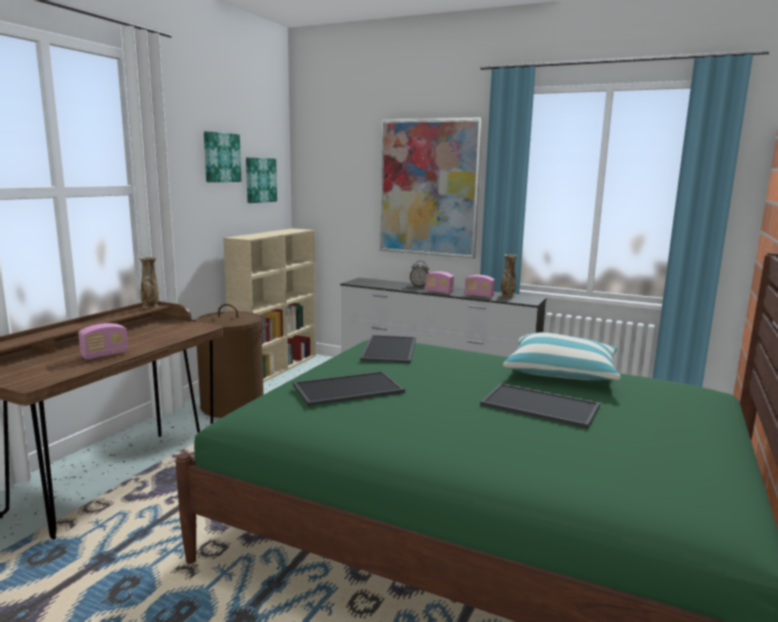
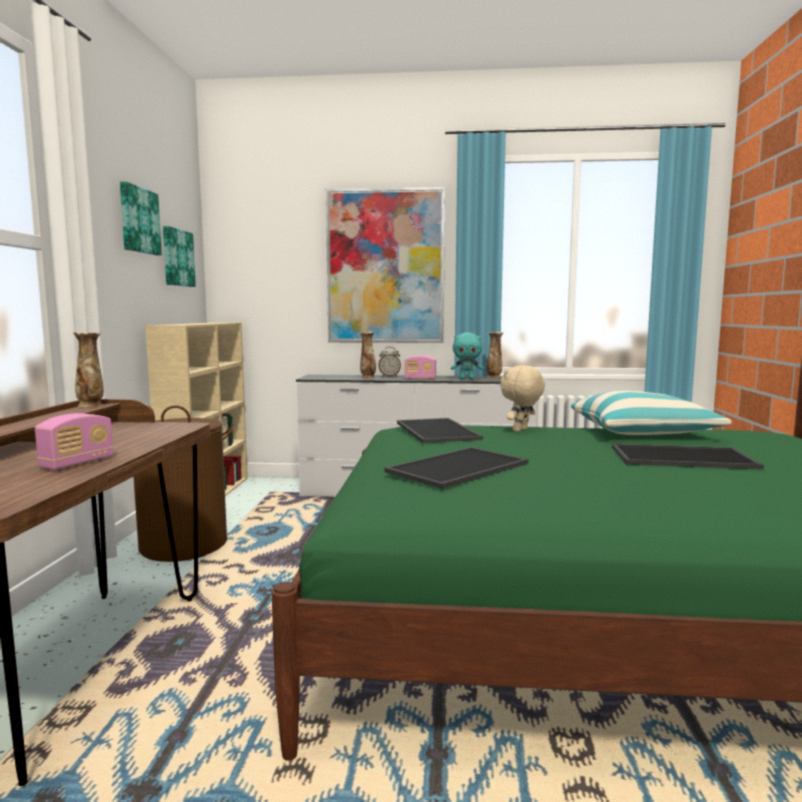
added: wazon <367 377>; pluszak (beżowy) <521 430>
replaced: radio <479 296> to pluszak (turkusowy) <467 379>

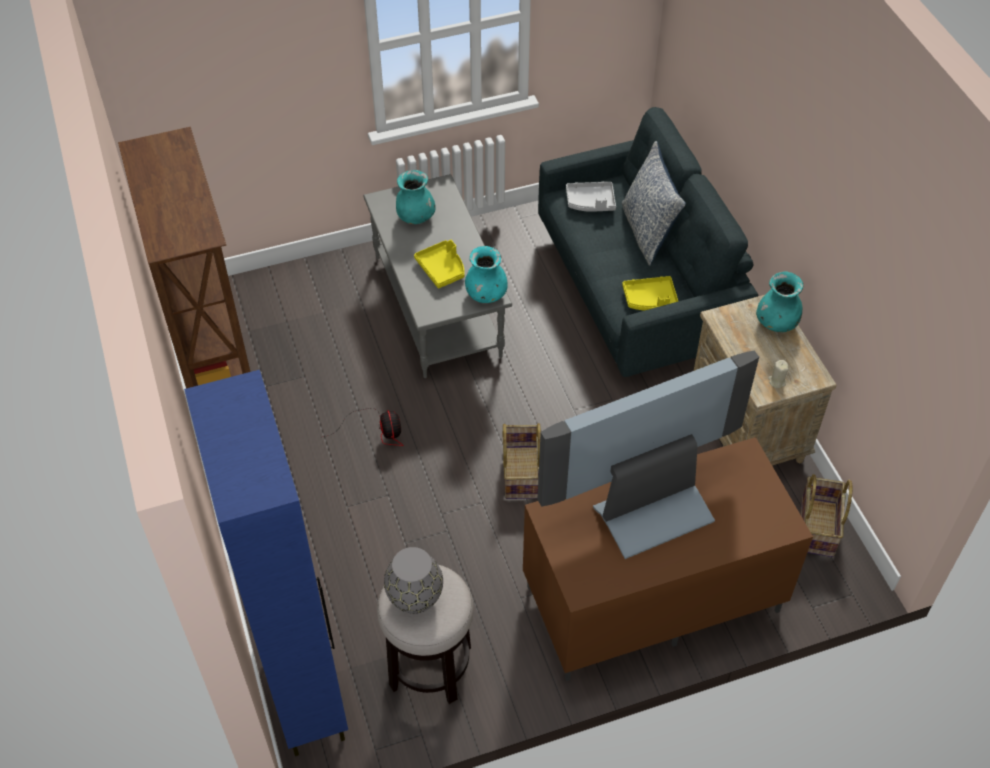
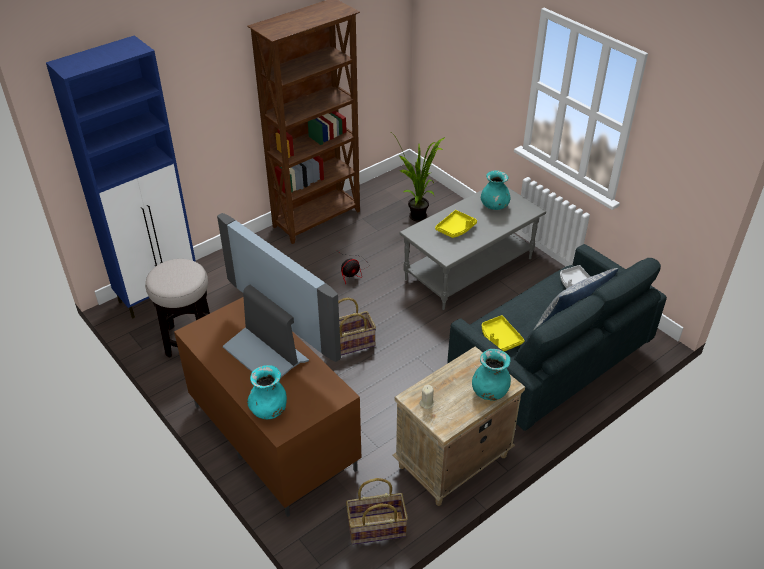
removed: wazon (szary) <414 598>
added: roślina doniczkowa <418 219>
moved: wazon (turkusowy) <486 294> to <269 410>

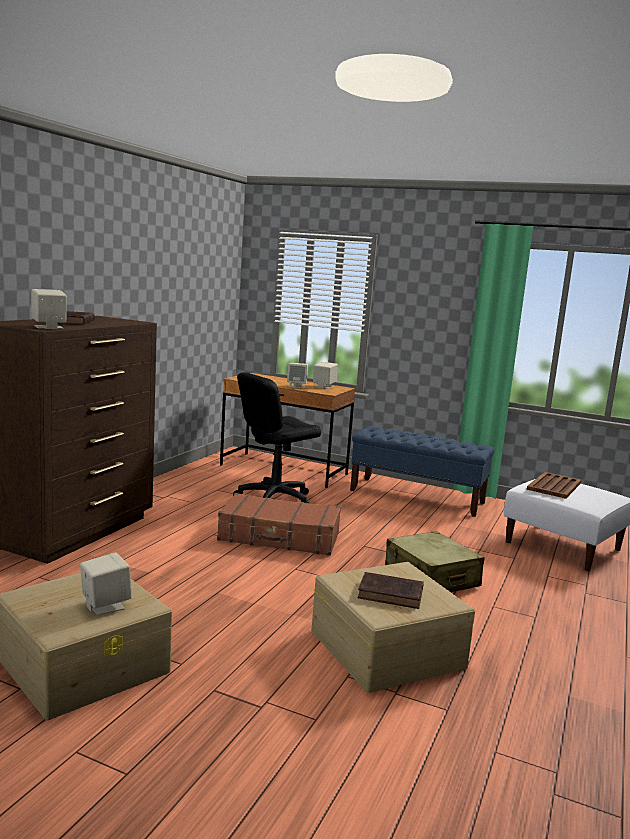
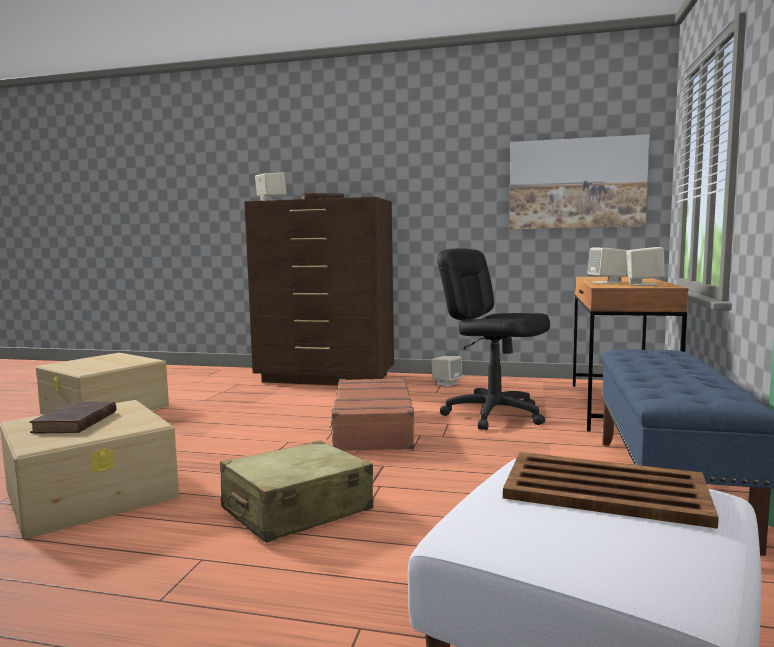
added: obraz <576 184>
moved: głośnik (beżowy) <105 605> to <446 383>

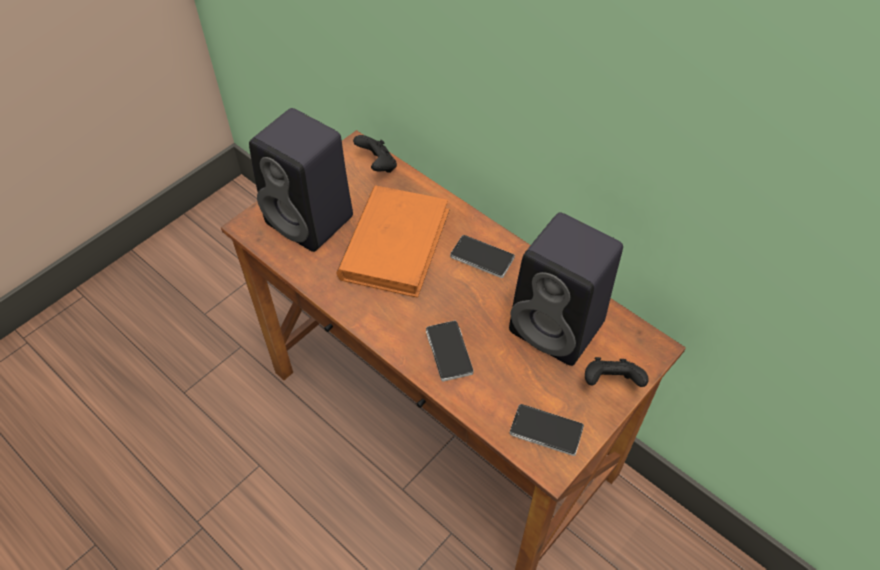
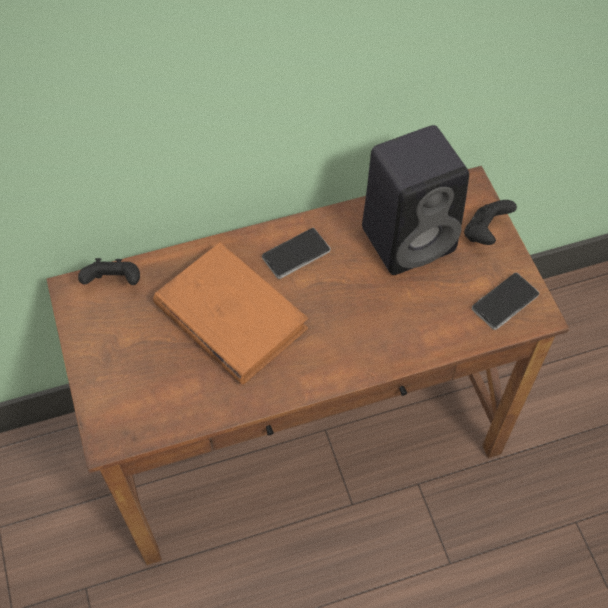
removed: głośnik (czarny) <312 221>; telefon <449 351>

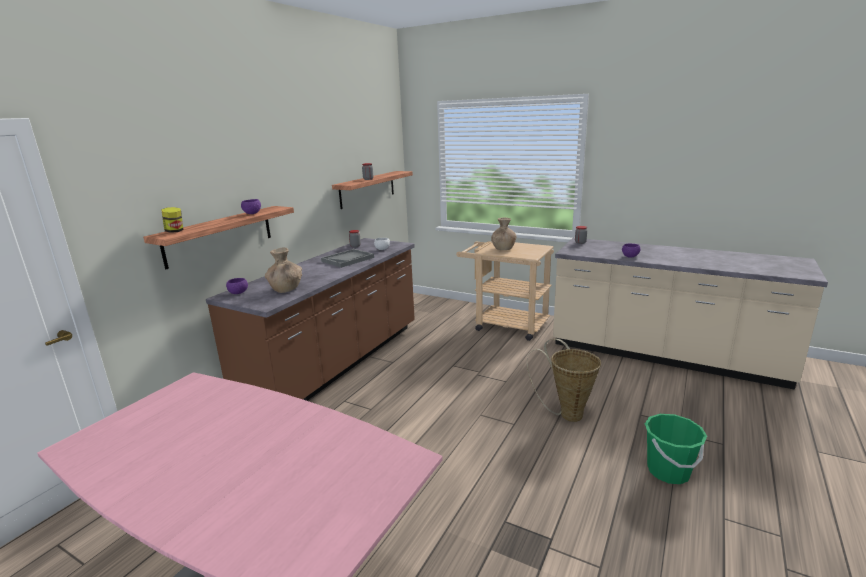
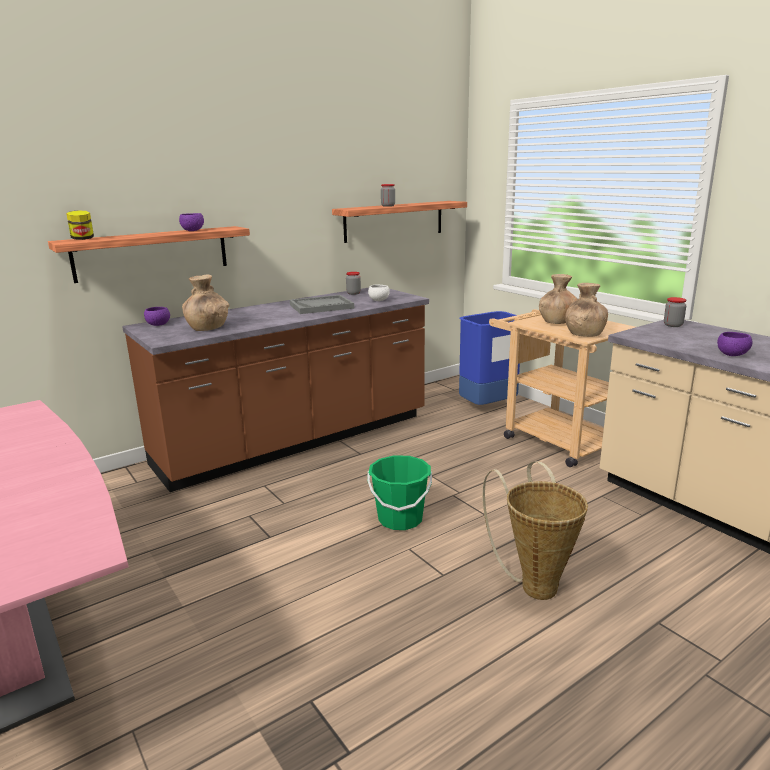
added: kosz na śmieci (niebieski) <488 406>; wazon (brązowy) <584 334>
moved: wiadro (zielony) <668 471> to <400 519>

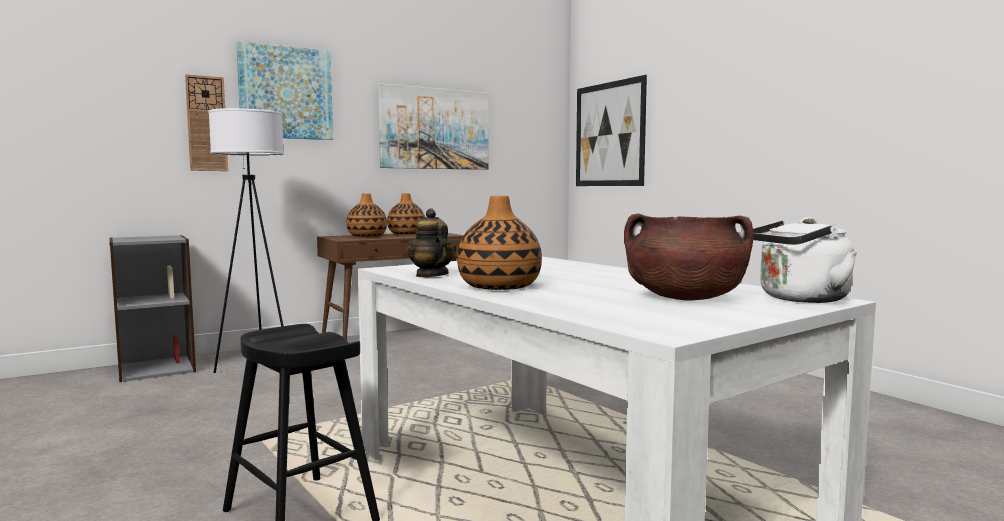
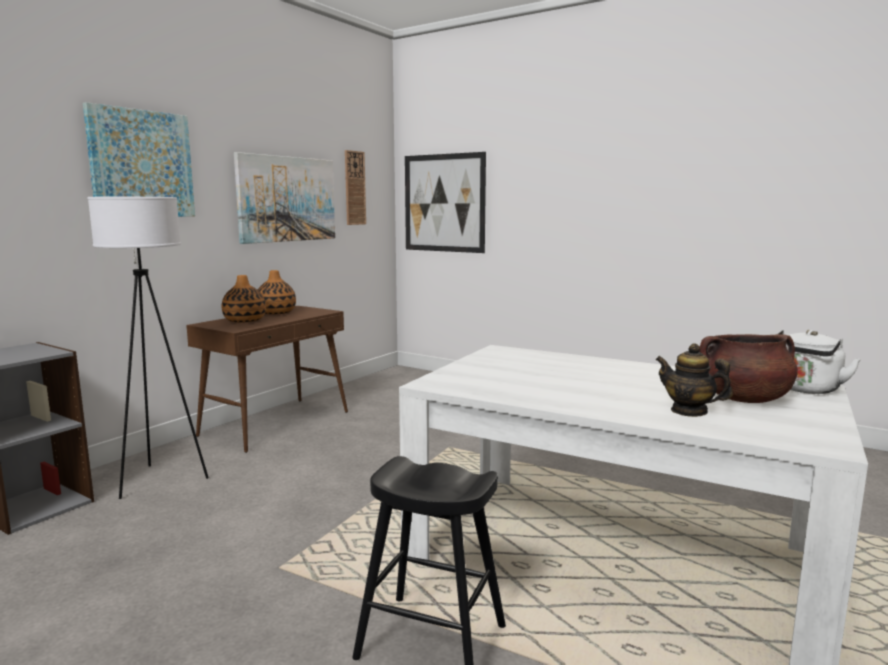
removed: wazon <499 287>
moved: zegar ścienny <206 124> to <354 188>; imbryk <431 275> to <689 411>

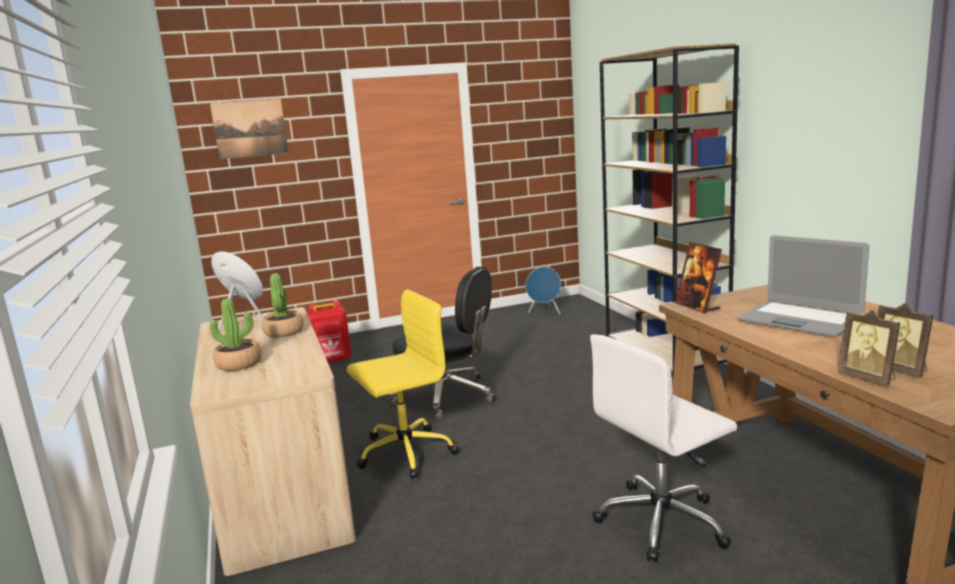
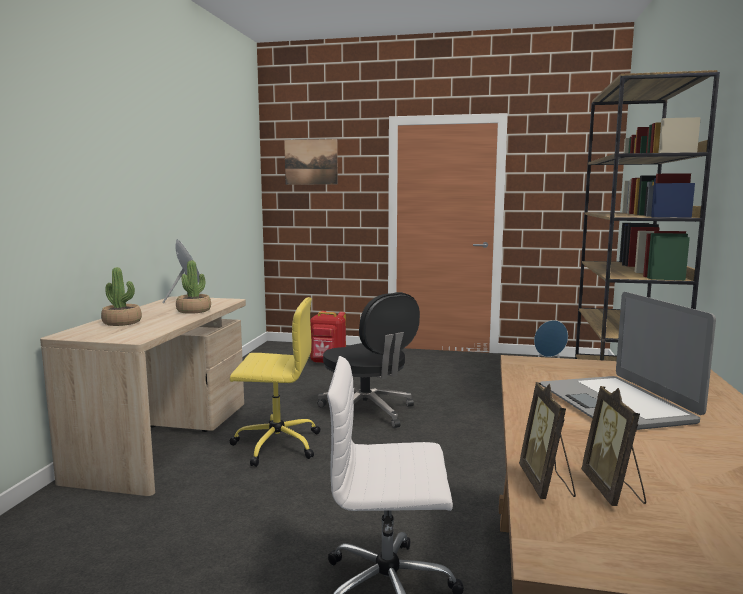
removed: ramka na zdjęcie <697 306>

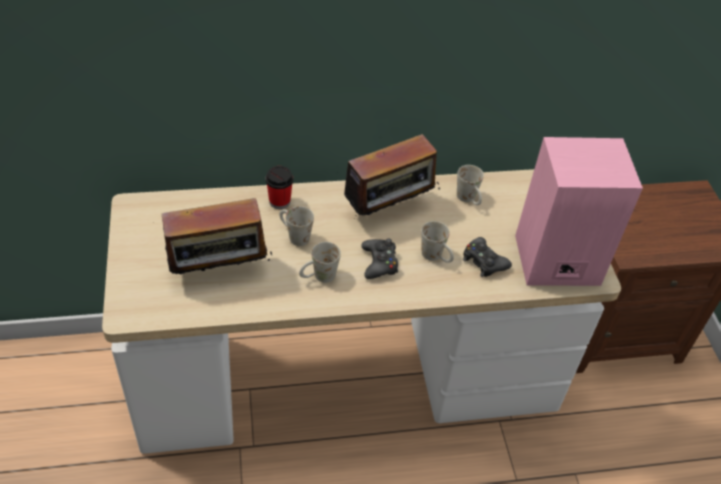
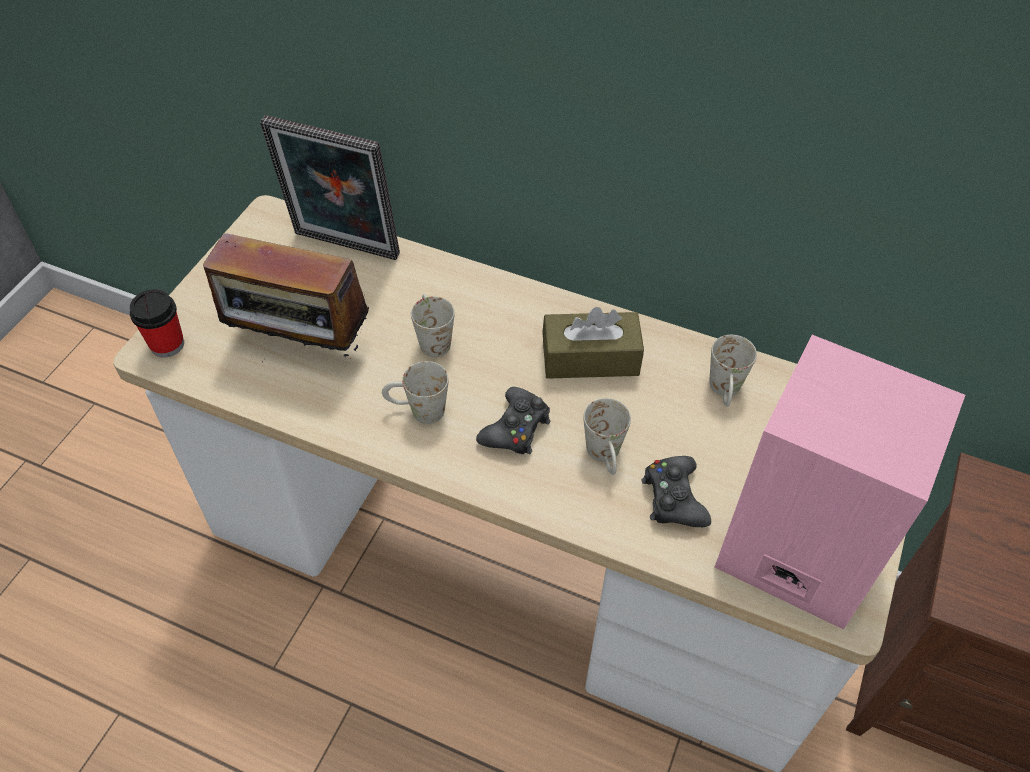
added: ramka na zdjęcie <344 248>
moved: filiżanka <279 201> to <167 344>
replaced: radio <389 210> to pudełko chusteczek (brązowy) <590 358>

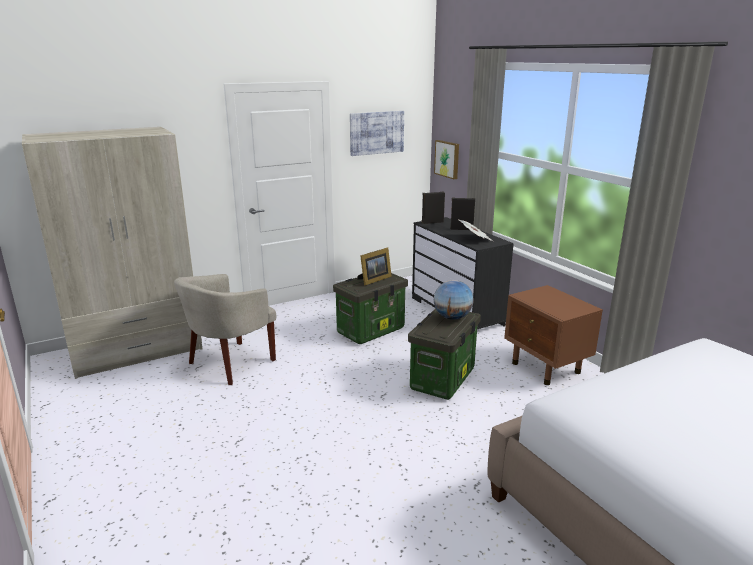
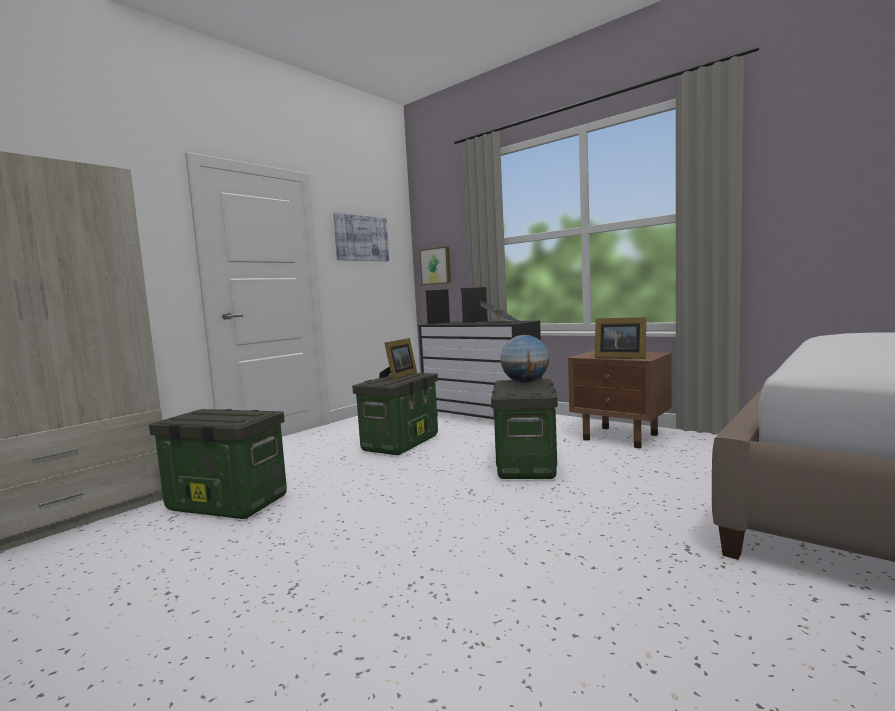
added: ramka na zdjęcie <619 357>
replaced: fotel (beżowy) <230 363> to pojemnik do przechowywania <225 504>

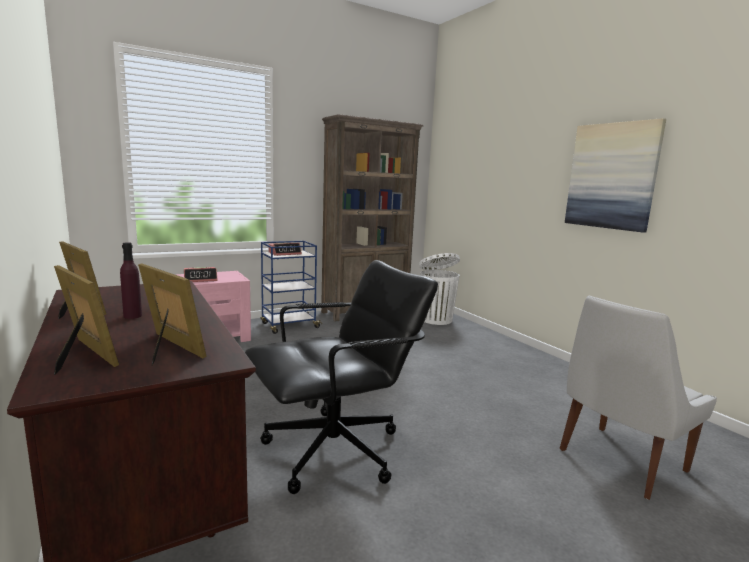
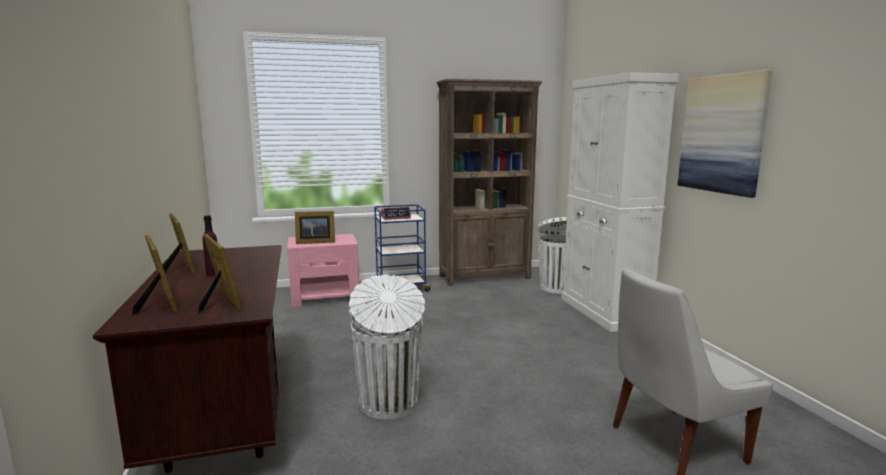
added: szafka (biały) <604 312>
replaced: budzik <200 279> to ramka na zdjęcie <314 242>; krzesło biurowe (czarny) <335 451> to kosz na śmieci (biały) <389 404>

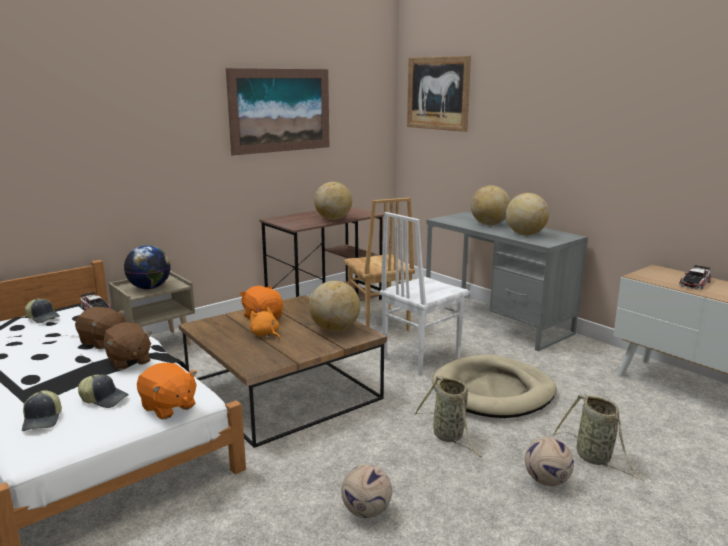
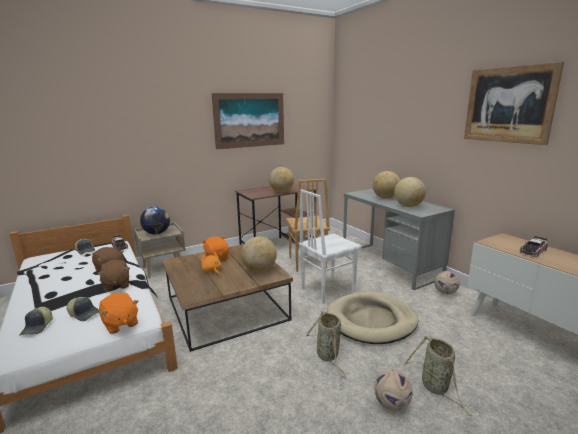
moved: piłka futbolowa <365 512> to <445 292>; obraz <438 93> to <508 105>

